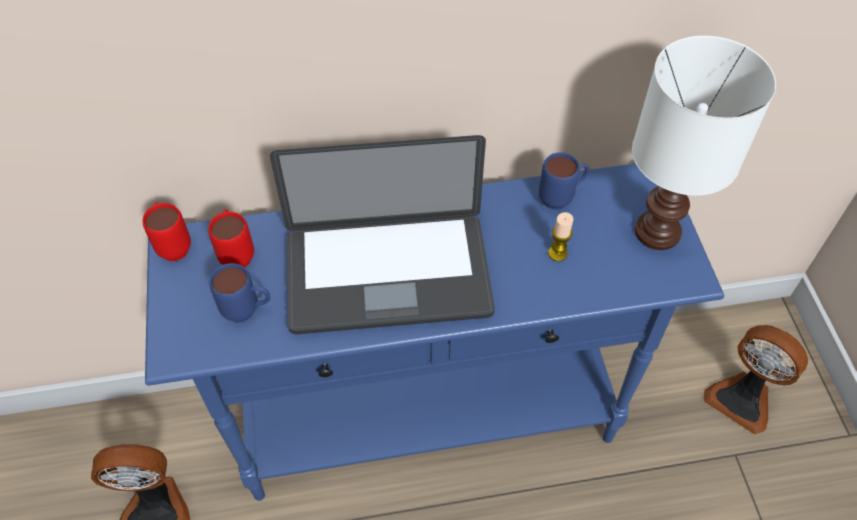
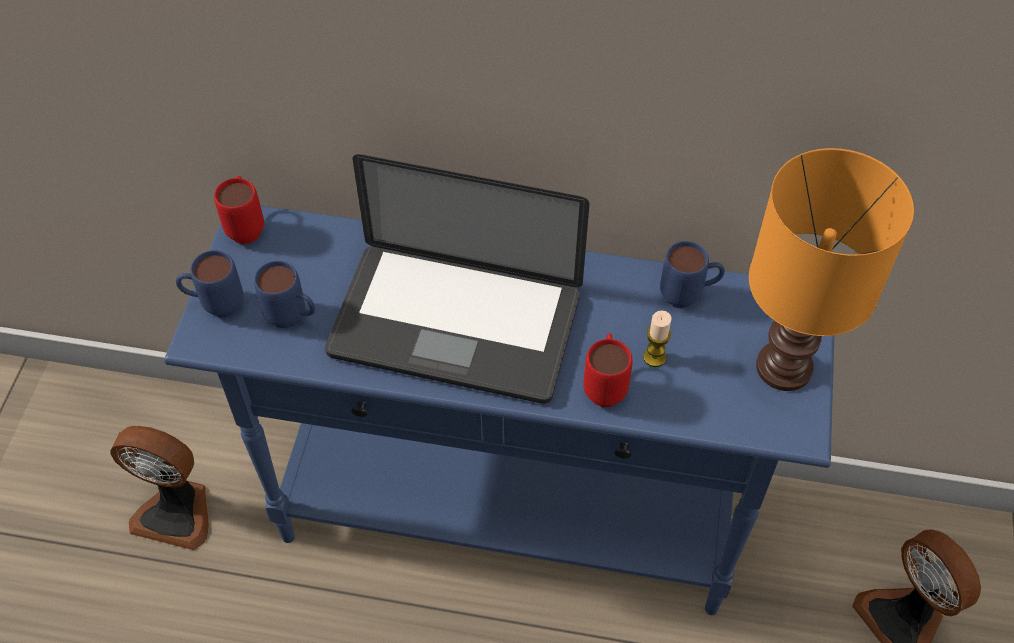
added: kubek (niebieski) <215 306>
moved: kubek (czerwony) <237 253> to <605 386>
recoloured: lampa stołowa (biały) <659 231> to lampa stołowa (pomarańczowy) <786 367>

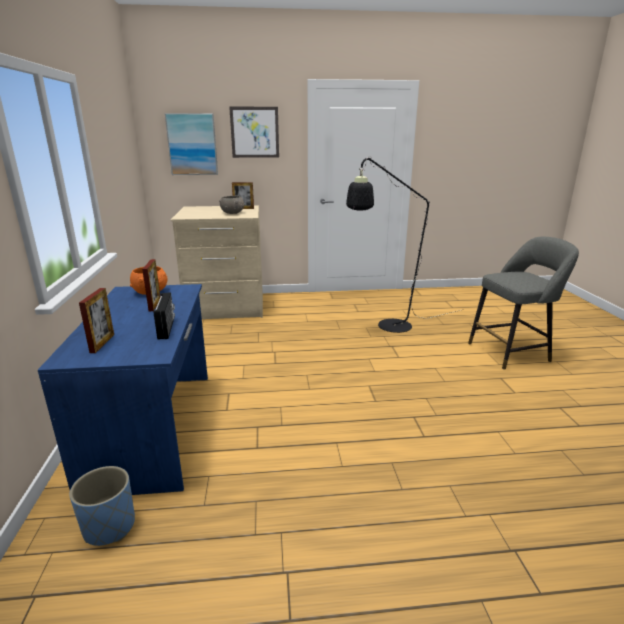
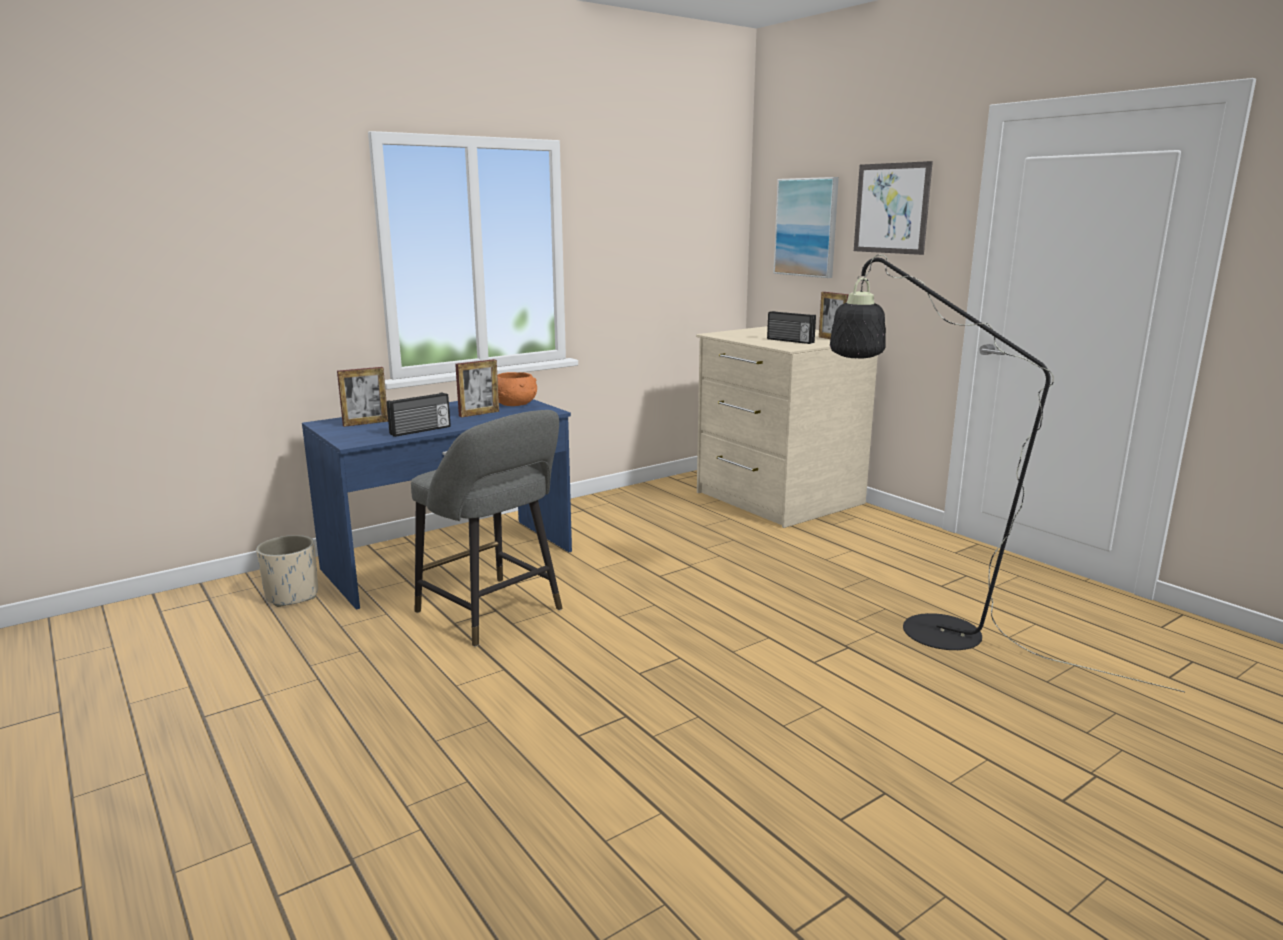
moved: stołek (szary) <512 352> to <494 613>
replaced: miska (szary) <232 213> to radio <789 341>
recoloured: donica (niebieski) <109 527> to donica (beżowy) <292 596>

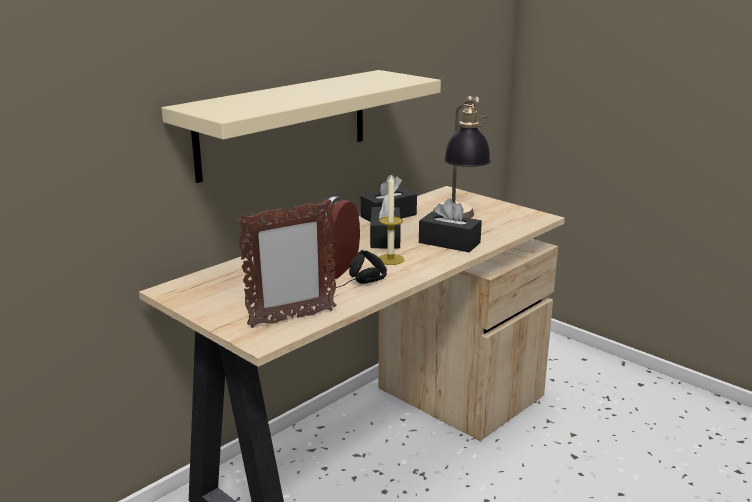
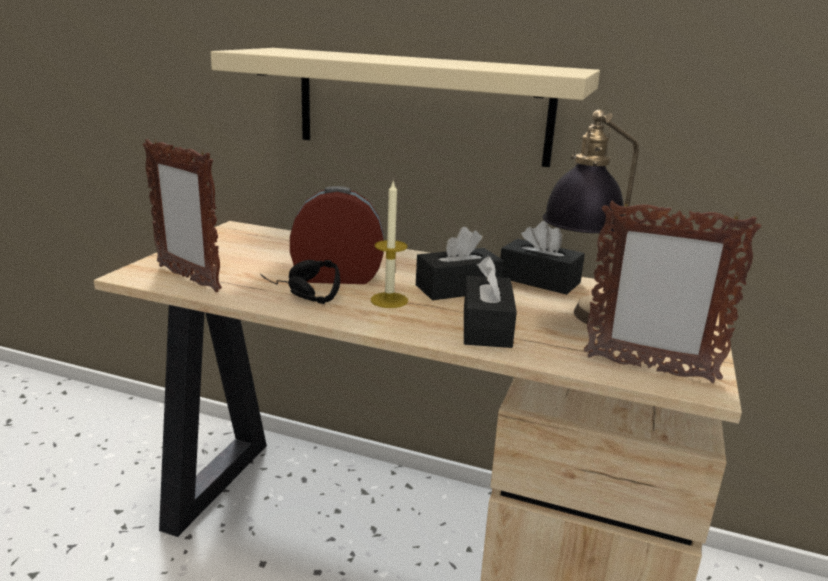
added: ramka na zdjęcie <648 369>

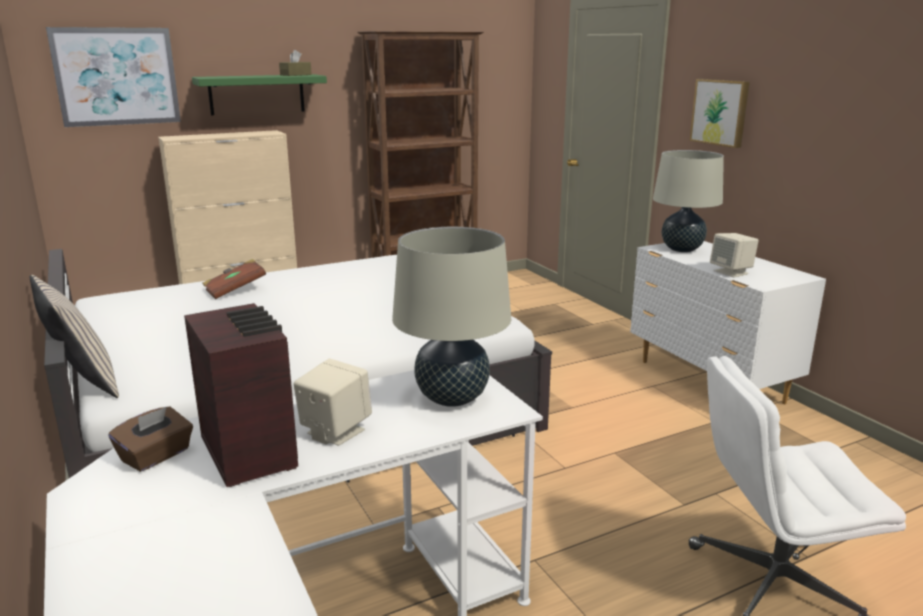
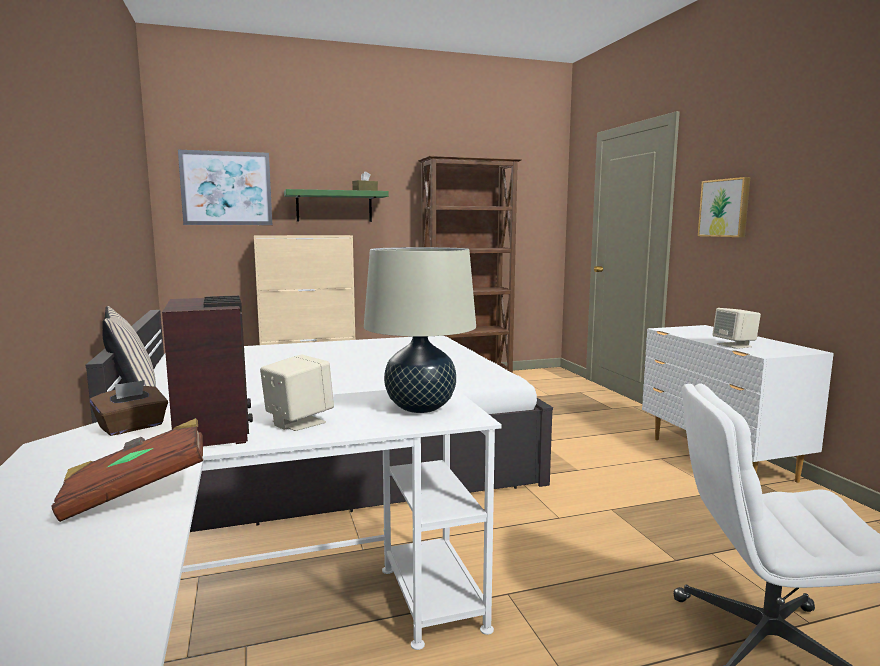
removed: lampa stołowa (beżowy) <682 249>
moved: książka (brązowy) <235 290> to <137 493>

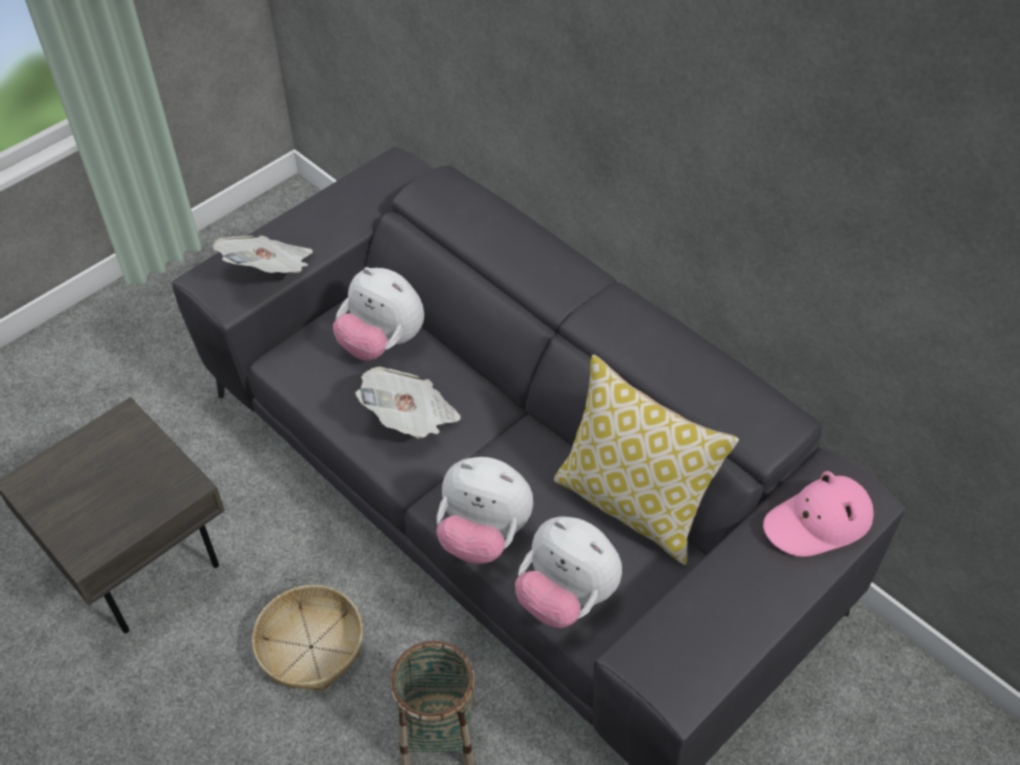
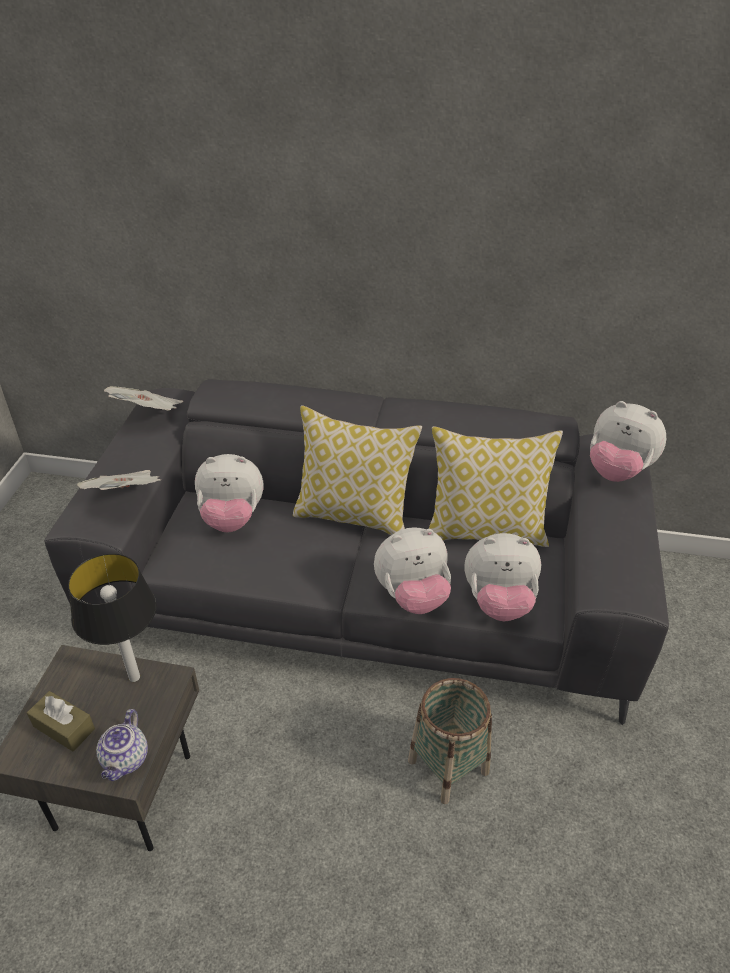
removed: koszyk <311 646>
added: pudełko chusteczek (brązowy) <64 727>; lampa stołowa <134 678>; imbryk <126 760>; poduszka <354 515>
moved: gazeta <411 418> to <149 413>
replaced: kapelusz (różowy) <817 522> to pluszak <617 471>

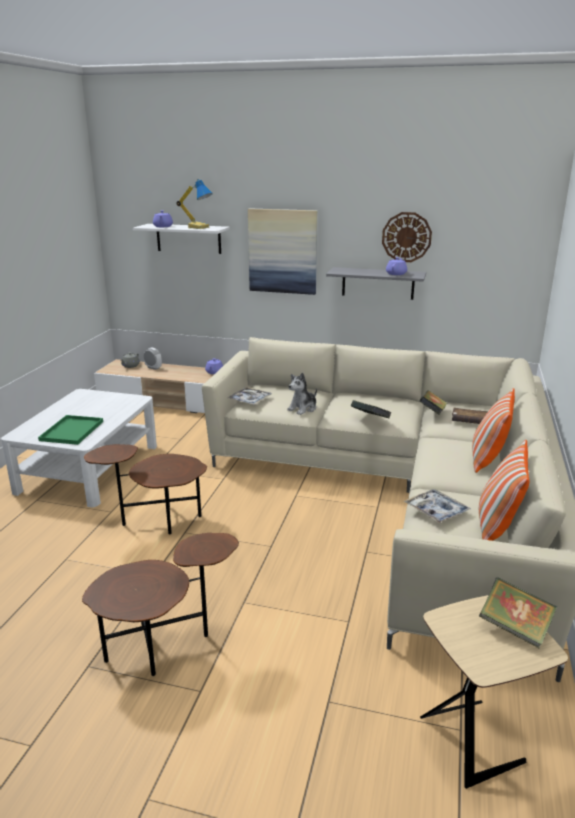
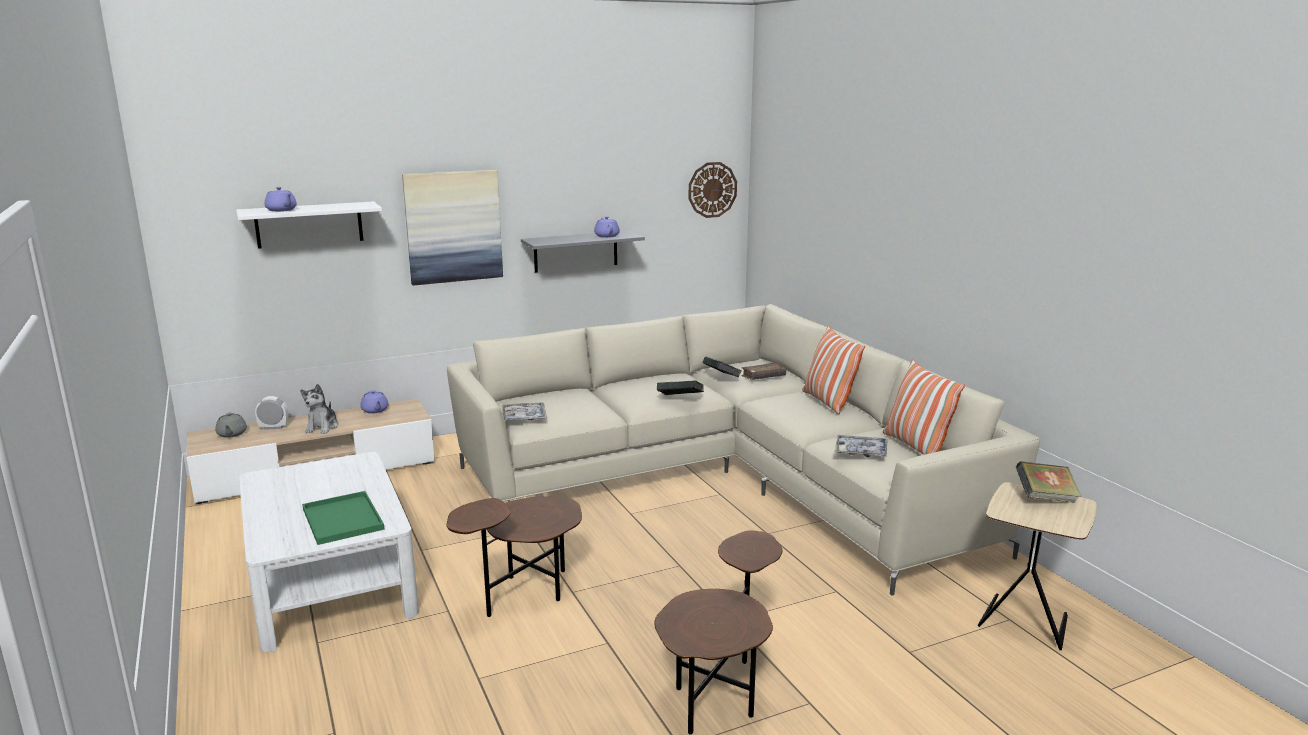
removed: lampa stołowa <199 227>
moved: pluszak <303 408> to <322 427>; zegar ścienny <406 237> to <712 189>

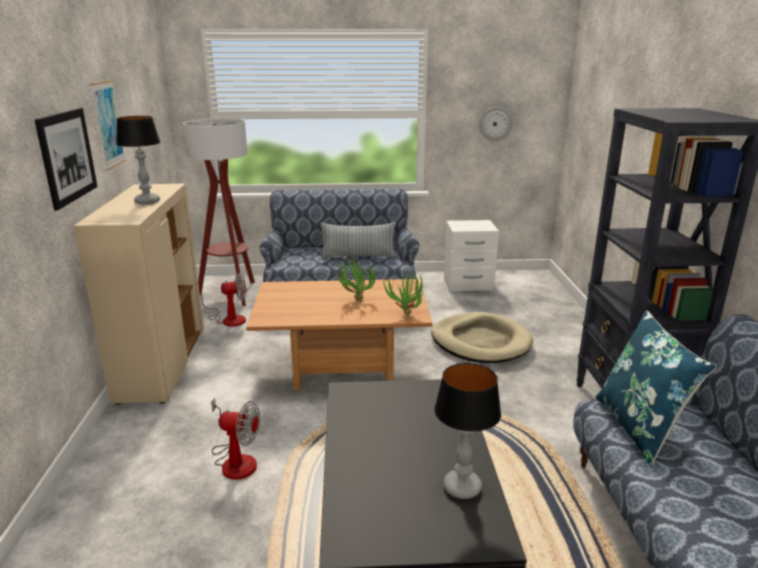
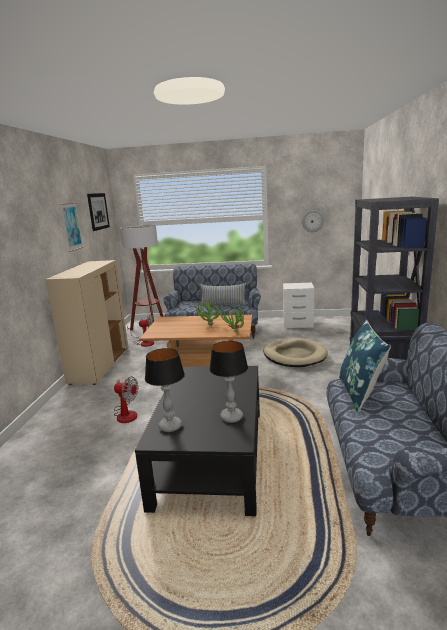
moved: obraz <67 156> to <98 211>; lampa stołowa <147 201> to <170 426>

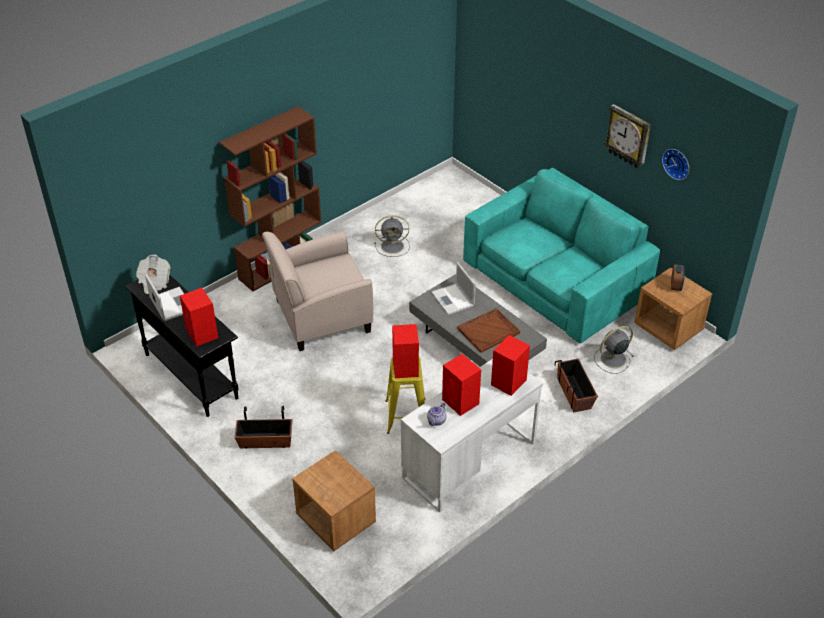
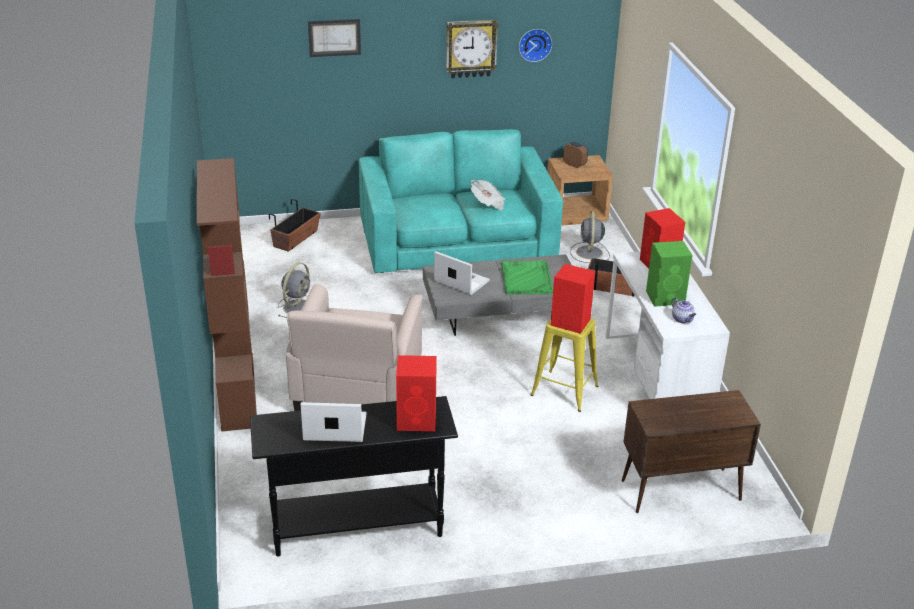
added: obraz <334 37>
moved: gazeta <154 282> to <488 203>; donica <265 441> to <296 239>
replaced: szafka nocna (brązowy) <335 520> to szafka (brązowy) <679 491>
recoloured: głośnik (czerwony) <461 402> to głośnik (zielony) <666 297>; taca (brązowy) <489 331> to taca (zielony) <526 278>
turned: laptop <453 299> = <460 281> 150 degrees counterclockwise

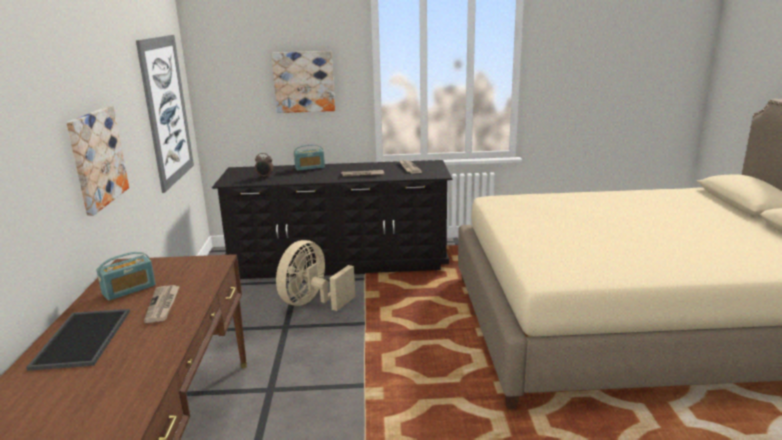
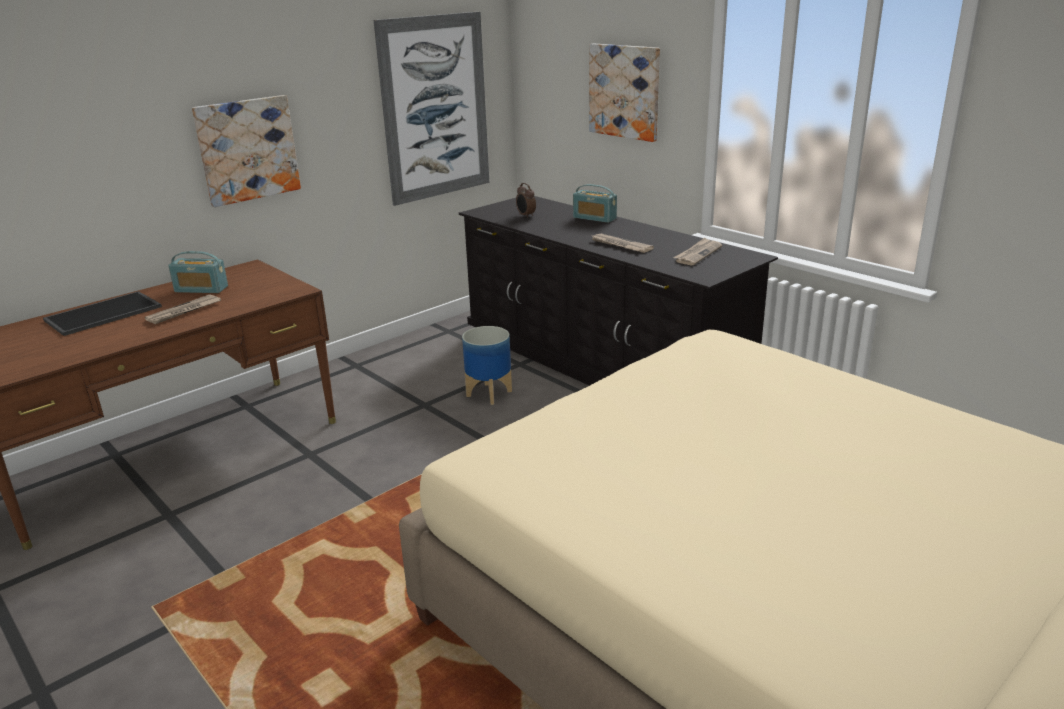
replaced: wentylator (beżowy) <312 303> to donica <488 394>

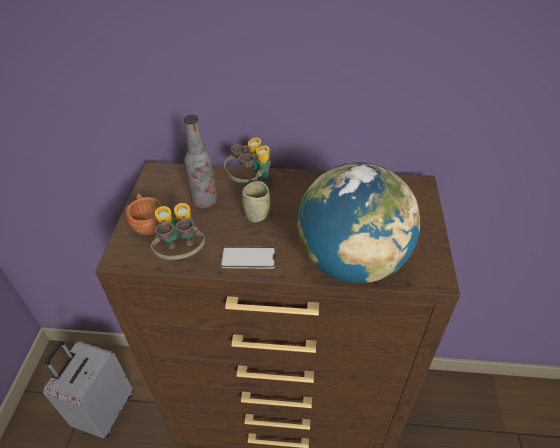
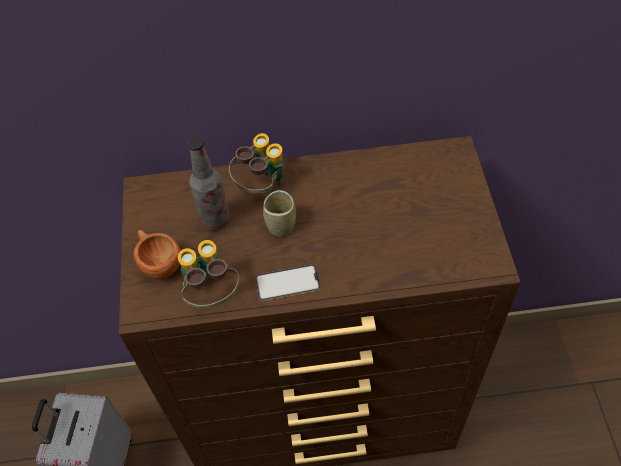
removed: globus <352 261>

